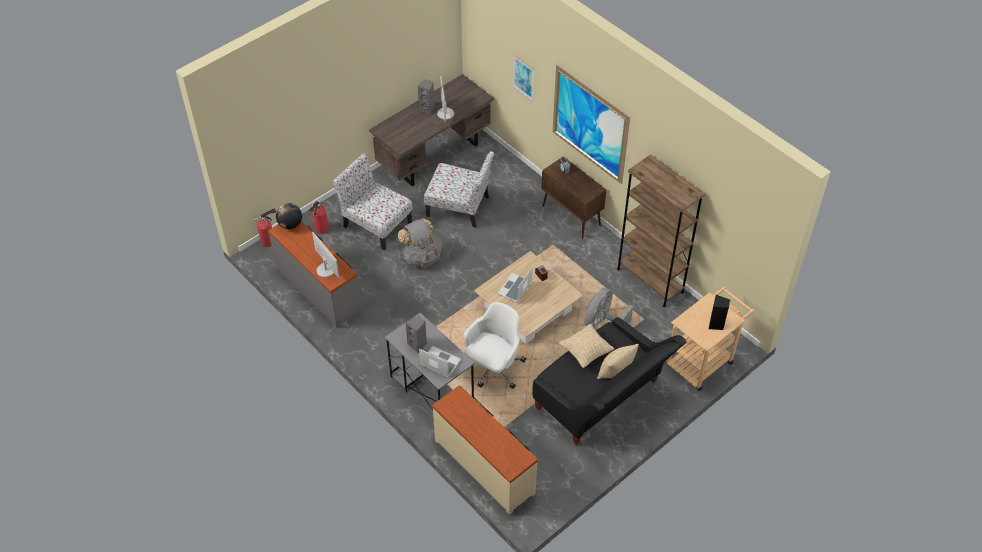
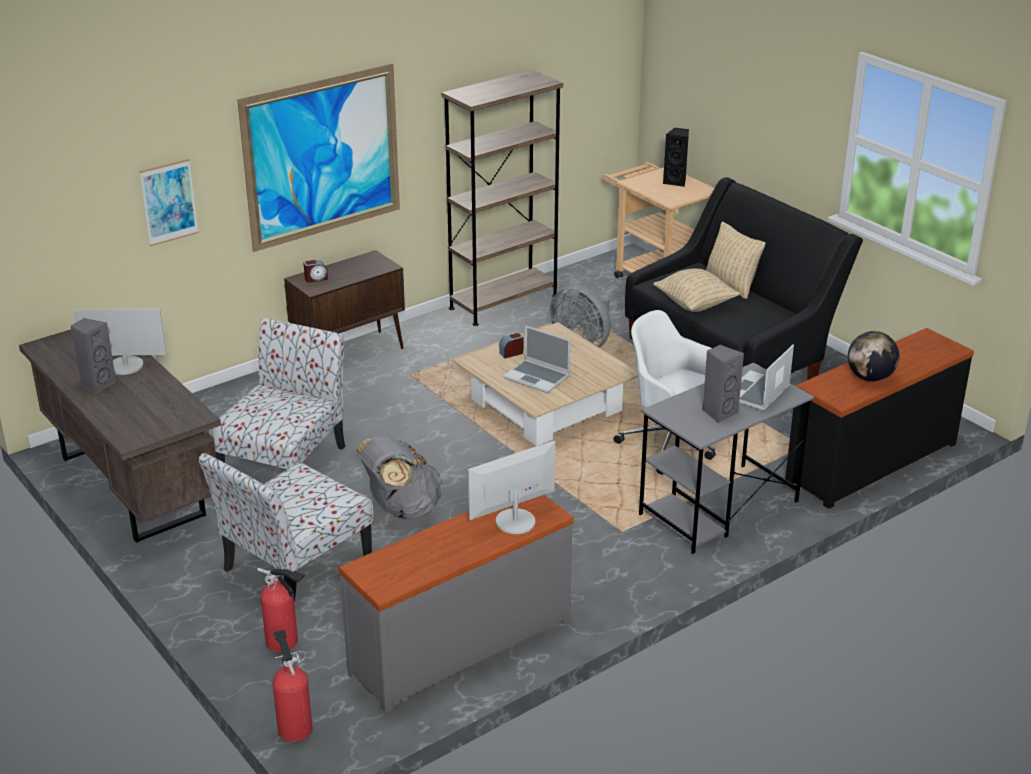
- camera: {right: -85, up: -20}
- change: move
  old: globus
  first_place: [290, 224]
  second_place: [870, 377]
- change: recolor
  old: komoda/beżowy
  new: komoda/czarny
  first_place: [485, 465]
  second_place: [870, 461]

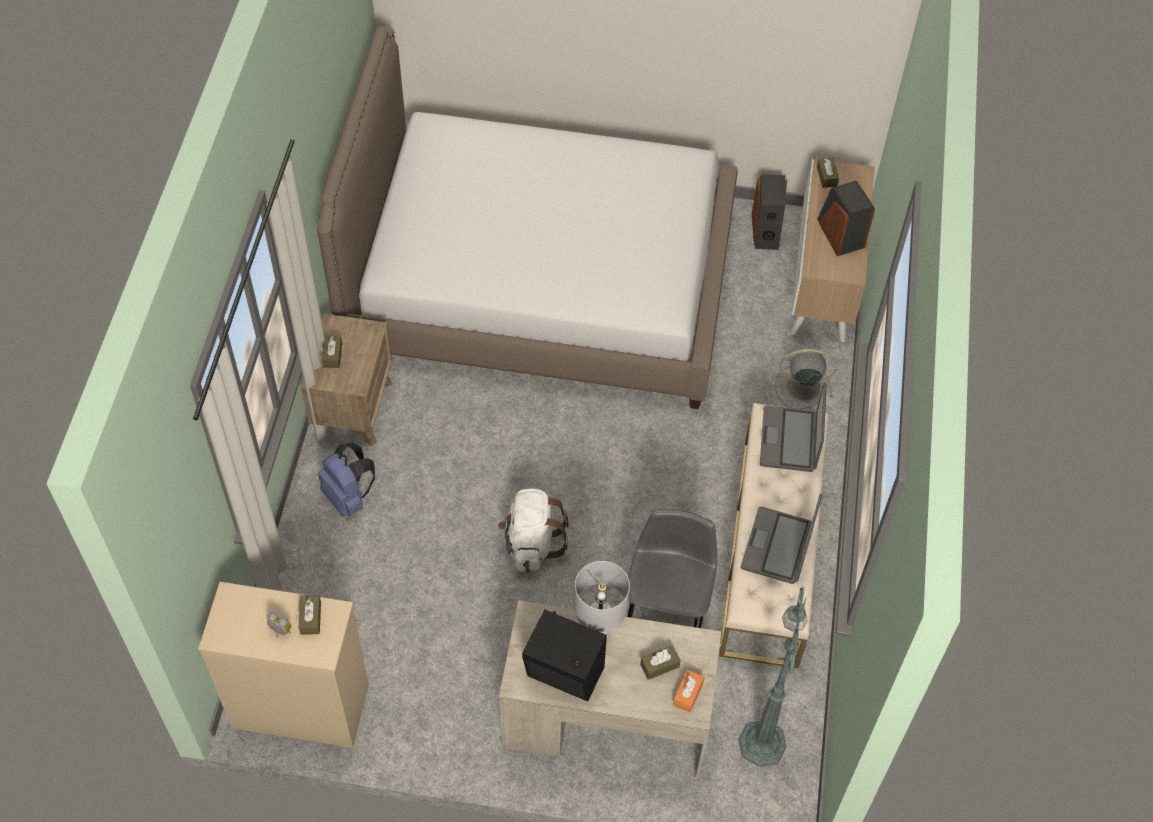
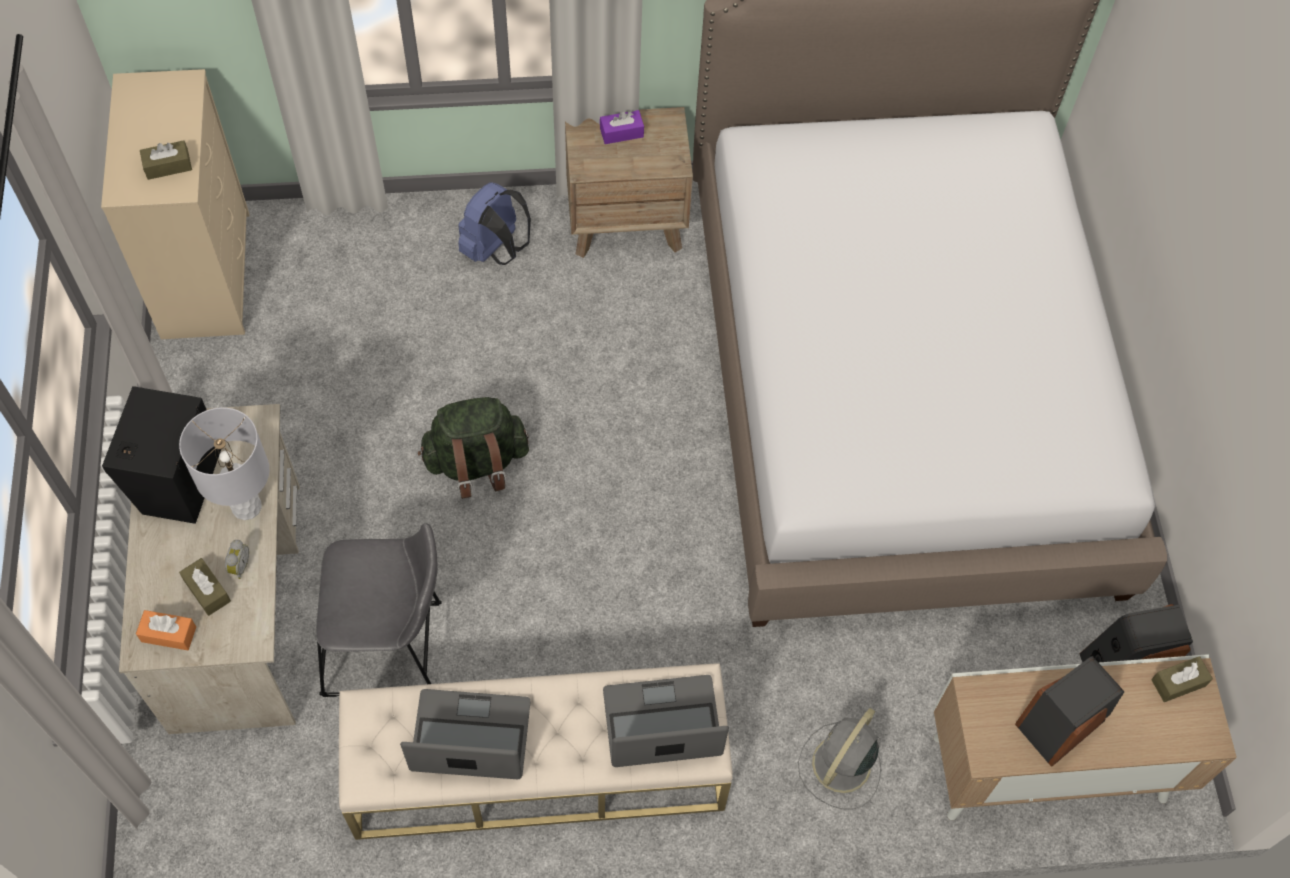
- camera: {right: 75, up: 5}
- change: recolor
  old: pudełko chusteczek/brązowy
  new: pudełko chusteczek/fioletowy
  first_place: [332, 355]
  second_place: [621, 132]
- change: rotate
  old: wentylator/szary
  first_place: [801, 387]
  second_place: [840, 766]
  degrees: -135
- change: recolor
  old: plecak/biały
  new: plecak/zielony
  first_place: [531, 544]
  second_place: [476, 463]
- change: delete
  old: lampa stojąca/zielony
  first_place: [762, 741]
- change: move
  old: budzik
  first_place: [280, 632]
  second_place: [239, 566]

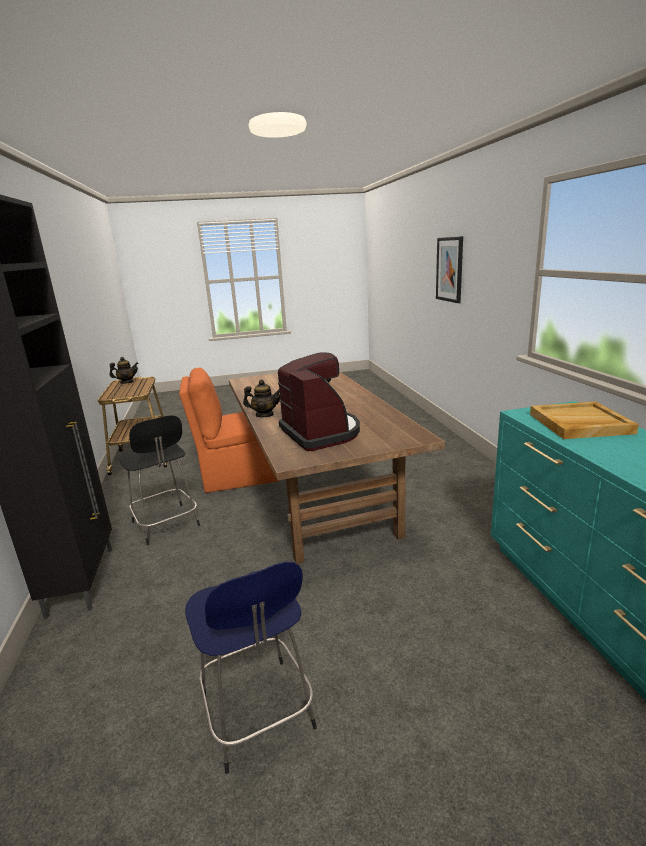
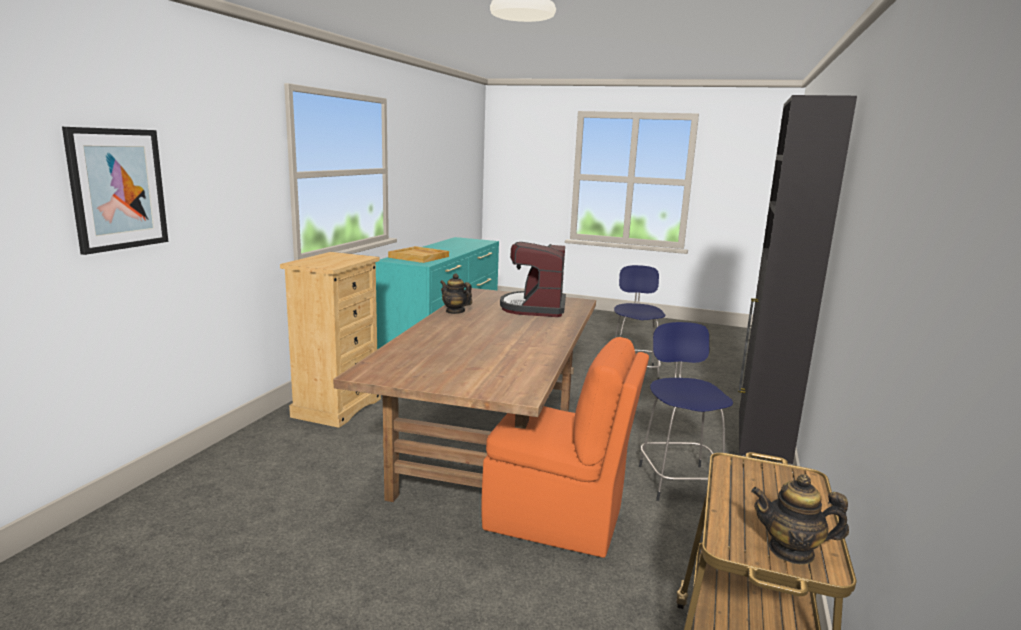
- camera: {right: -150, up: -5}
- change: move
  old: imbryk
  first_place: [264, 415]
  second_place: [455, 311]
- change: recolor
  old: stołek/czarny
  new: stołek/niebieski
  first_place: [166, 525]
  second_place: [678, 480]
- change: insert
  new: komoda/beżowy
  second_place: [337, 407]

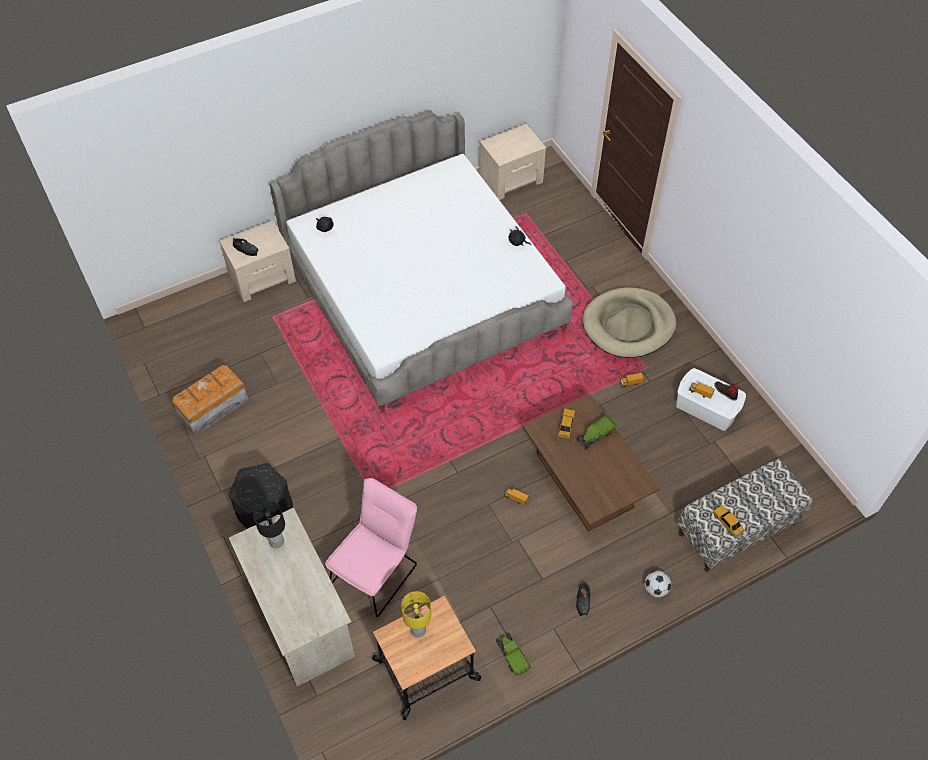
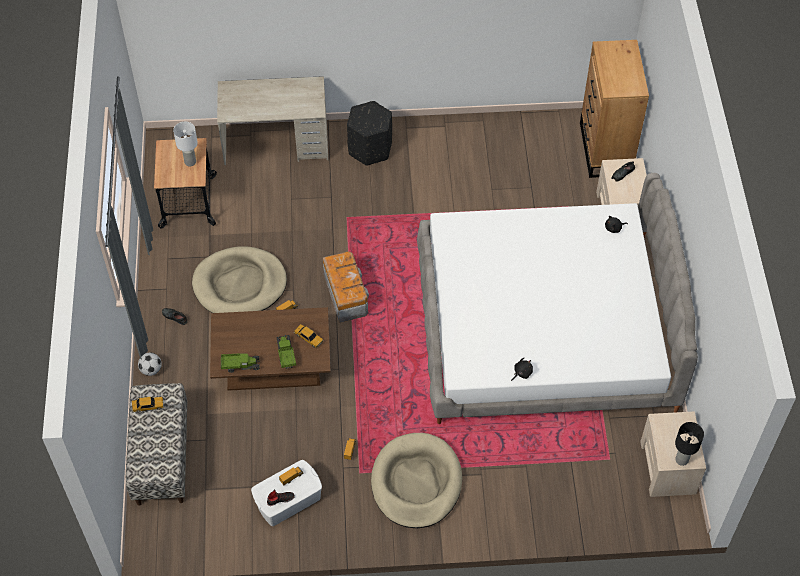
- camera: {right: 115, up: 0}
- change: move
  old: pojemnik do przechowywania
  first_place: [212, 408]
  second_place: [345, 294]
- change: delete
  old: krzesło/różowy
  first_place: [377, 570]
- change: move
  old: lampa stołowa/czarny
  first_place: [277, 542]
  second_place: [681, 460]
- change: recolor
  old: lampa stołowa/żółty
  new: lampa stołowa/biały
  first_place: [418, 630]
  second_place: [190, 162]
- change: move
  old: ciężarówka zabawkowa
  first_place: [512, 656]
  second_place: [240, 365]
- change: insert
  new: komoda/brązowy
  second_place: [605, 149]
- change: insert
  new: legowisko/beżowy
  second_place: [240, 284]

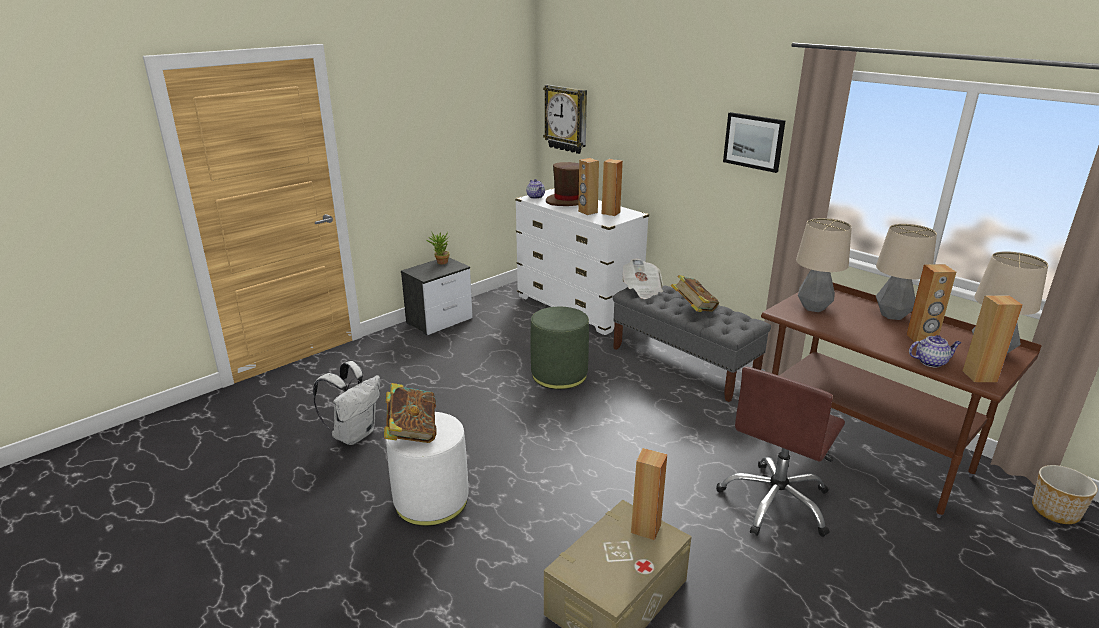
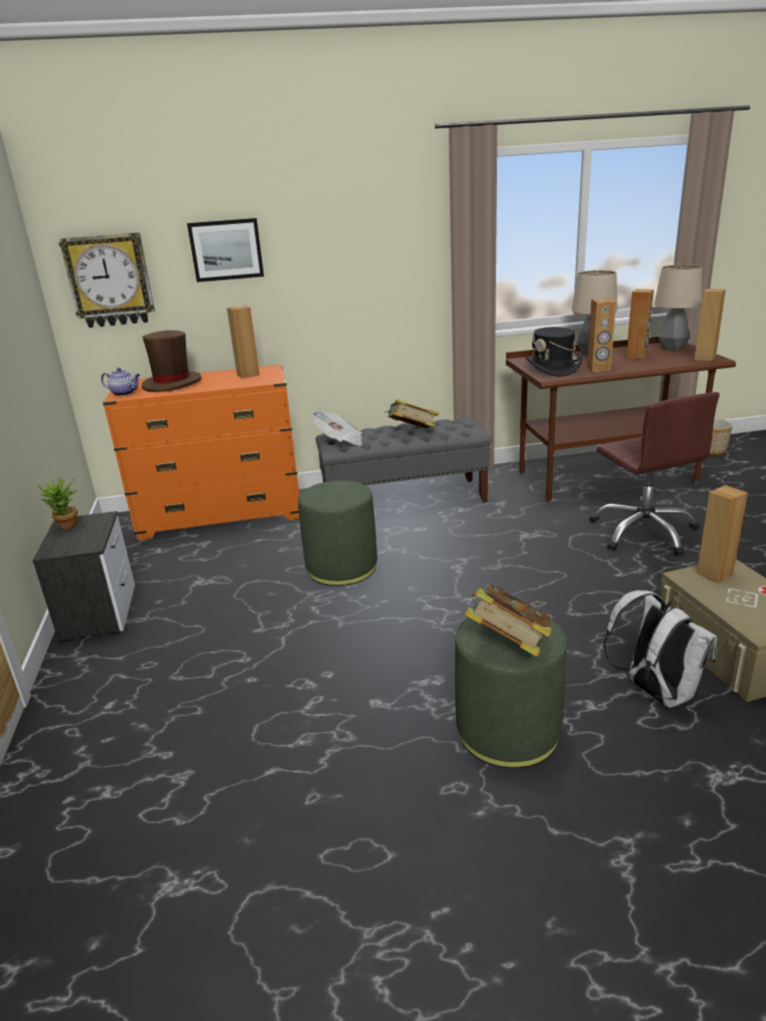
- camera: {right: -55, up: 0}
- change: move
  old: obraz
  first_place: [754, 141]
  second_place: [226, 250]
- change: move
  old: głośnik/brązowy
  first_place: [587, 212]
  second_place: [598, 369]
- change: recolor
  old: komoda/biały
  new: komoda/pomarańczowy
  first_place: [578, 308]
  second_place: [222, 515]
- change: replace
  old: lampa stołowa
  new: kapelusz/czarny
  first_place: [813, 308]
  second_place: [553, 368]
- change: delete
  old: imbryk
  first_place: [931, 362]
- change: move
  old: plecak/biały
  first_place: [354, 434]
  second_place: [655, 692]
- change: recolor
  old: pufa/biały
  new: pufa/zielony
  first_place: [431, 500]
  second_place: [507, 730]

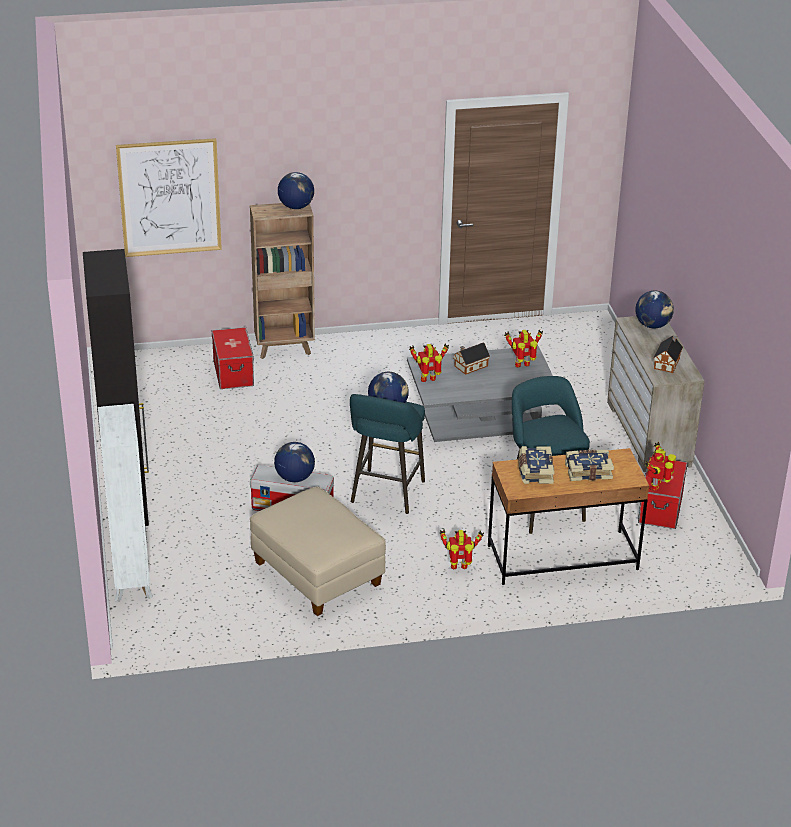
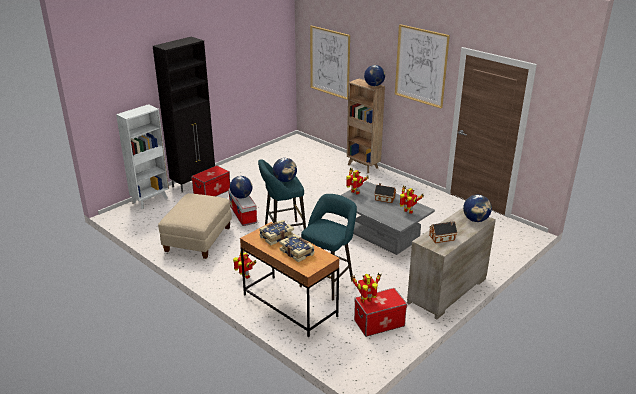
- camera: {right: 55, up: -5}
- change: move
  old: pojemnik do przechowywania
  first_place: [233, 373]
  second_place: [212, 192]
- change: insert
  new: obraz
  second_place: [421, 66]

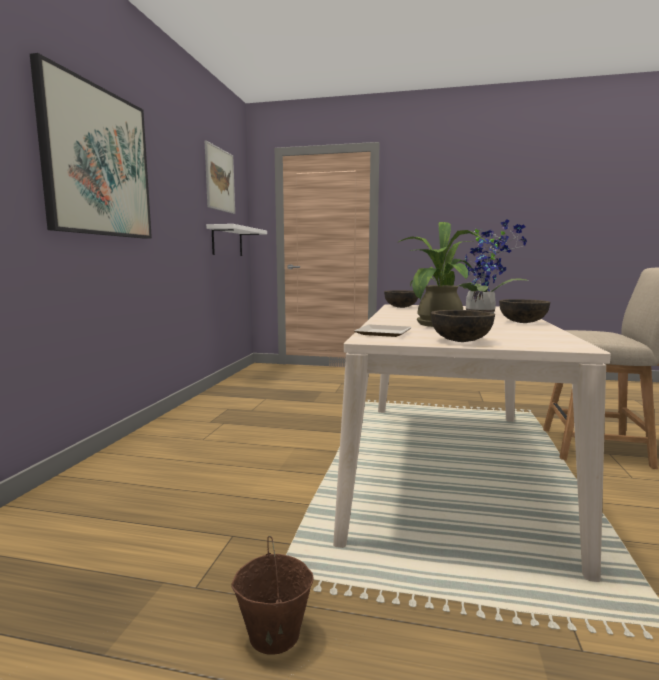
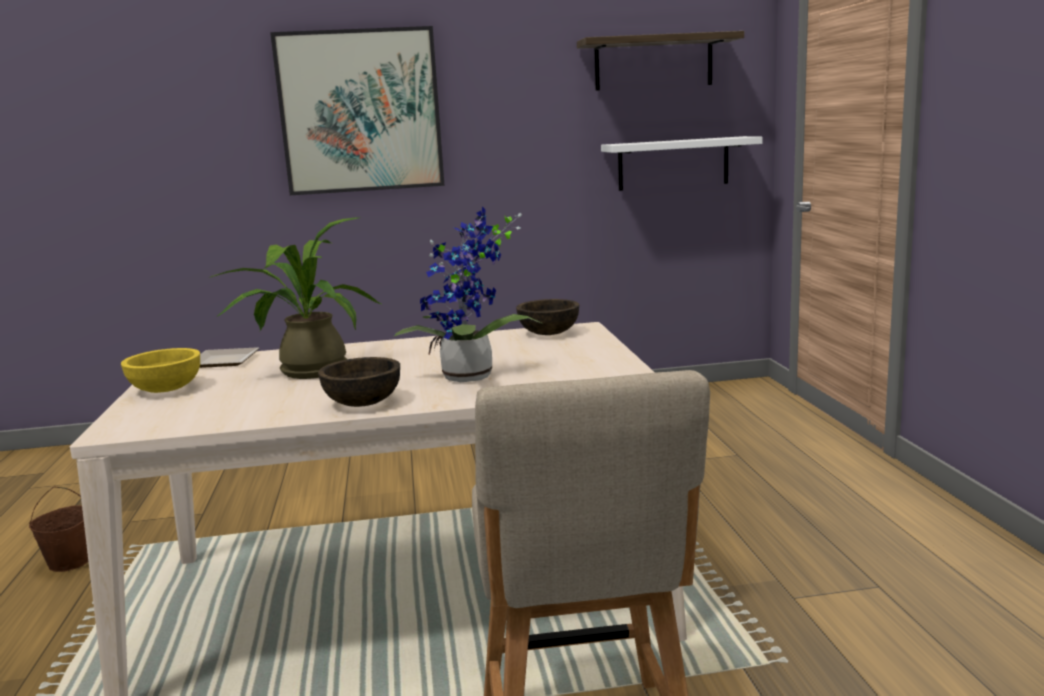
- camera: {right: 70, up: 5}
- change: replace
  old: obraz
  new: półka
  first_place: [220, 179]
  second_place: [653, 63]
- change: recolor
  old: miska/brązowy
  new: miska/żółty
  first_place: [460, 341]
  second_place: [166, 389]

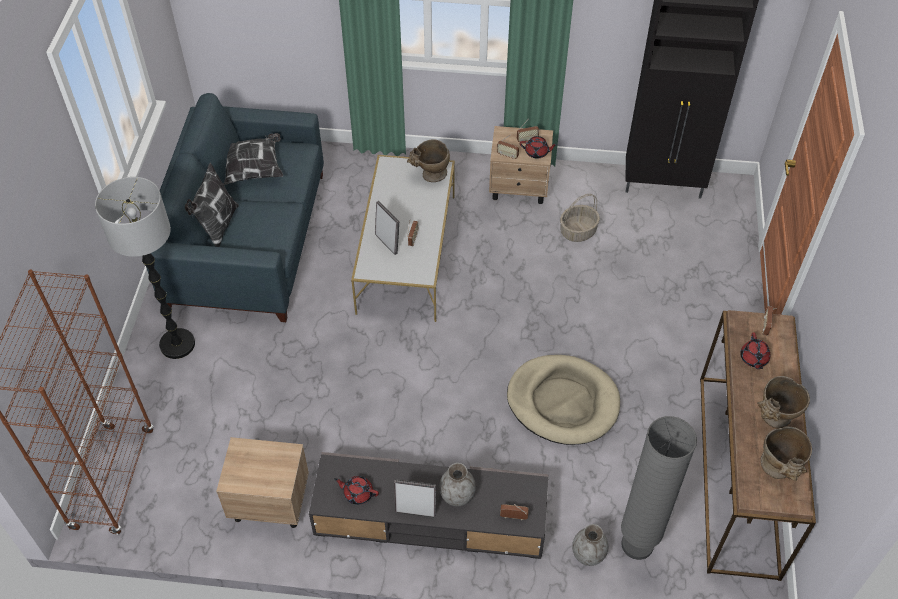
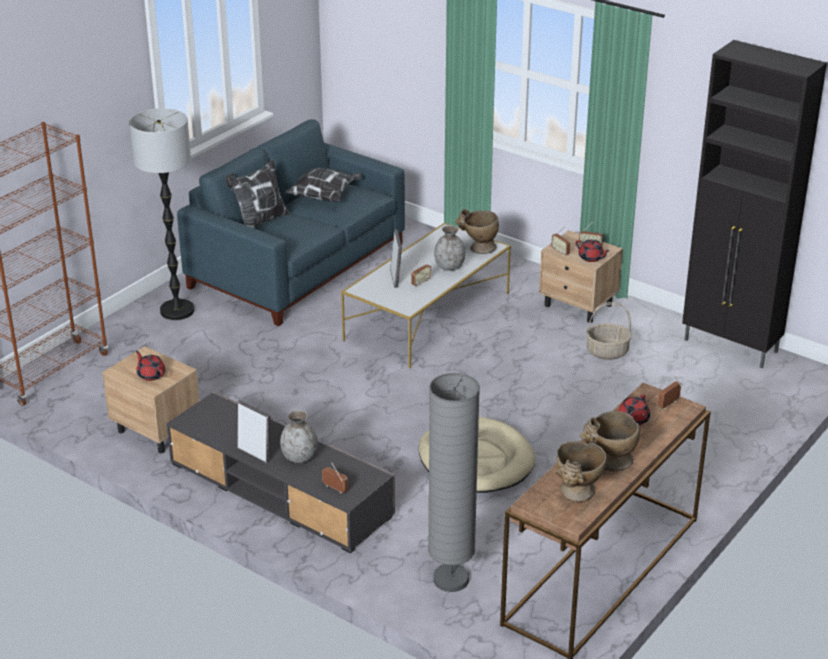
- camera: {right: 30, up: -20}
- change: move
  old: imbryk/czerwony
  first_place: [358, 493]
  second_place: [151, 374]
- change: move
  old: wazon/szary
  first_place: [588, 554]
  second_place: [449, 267]

